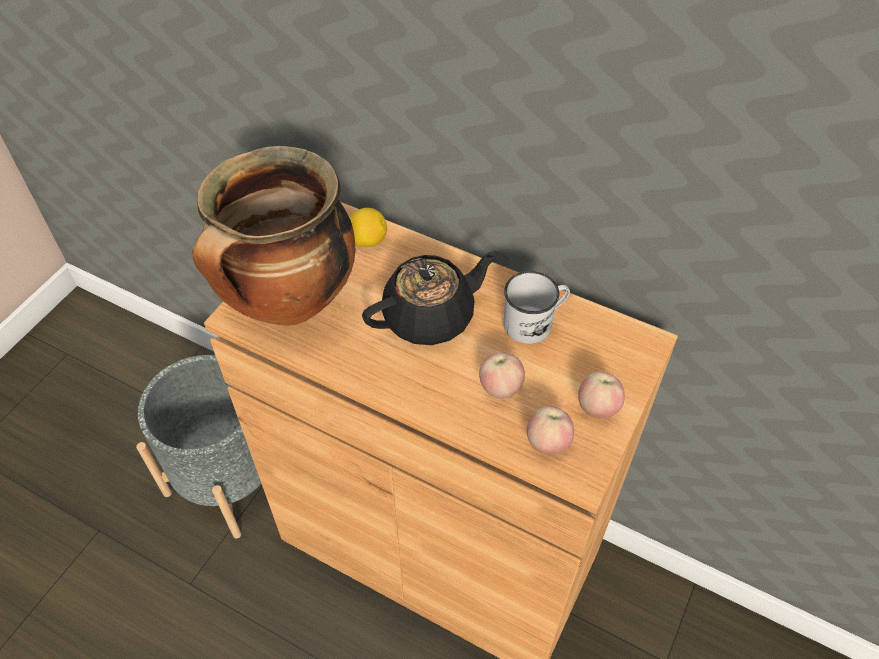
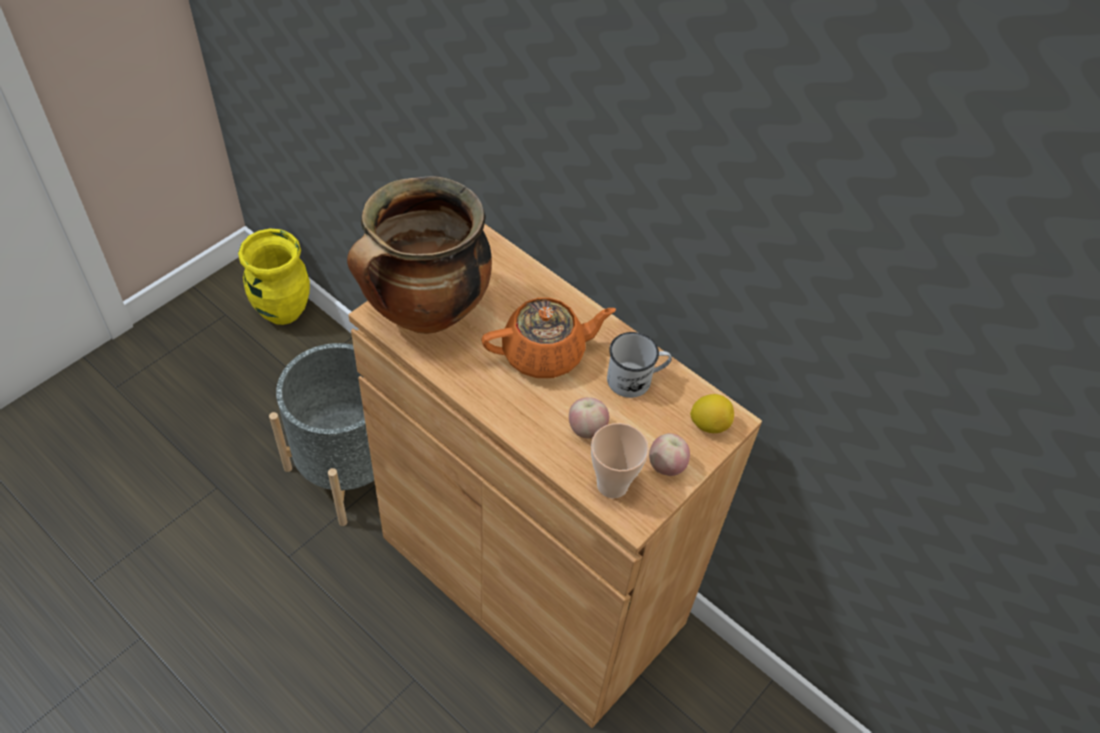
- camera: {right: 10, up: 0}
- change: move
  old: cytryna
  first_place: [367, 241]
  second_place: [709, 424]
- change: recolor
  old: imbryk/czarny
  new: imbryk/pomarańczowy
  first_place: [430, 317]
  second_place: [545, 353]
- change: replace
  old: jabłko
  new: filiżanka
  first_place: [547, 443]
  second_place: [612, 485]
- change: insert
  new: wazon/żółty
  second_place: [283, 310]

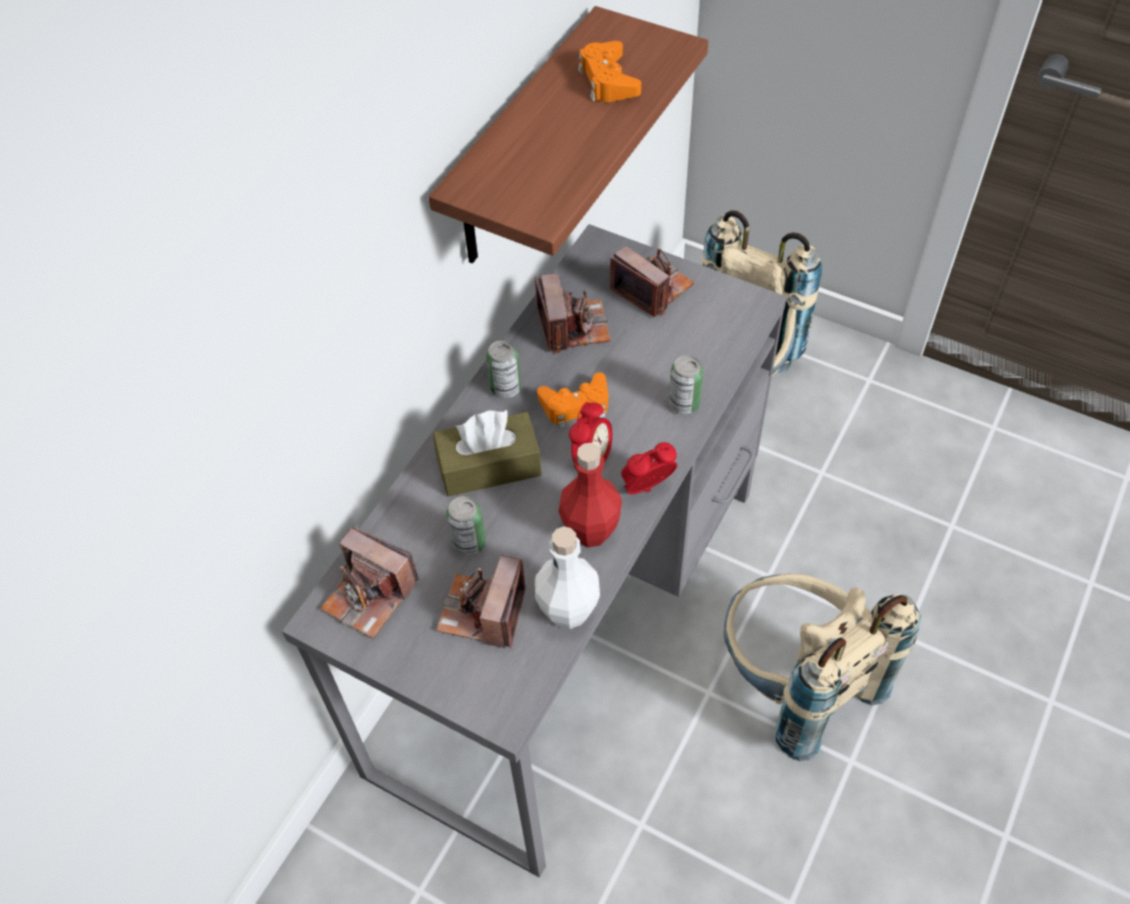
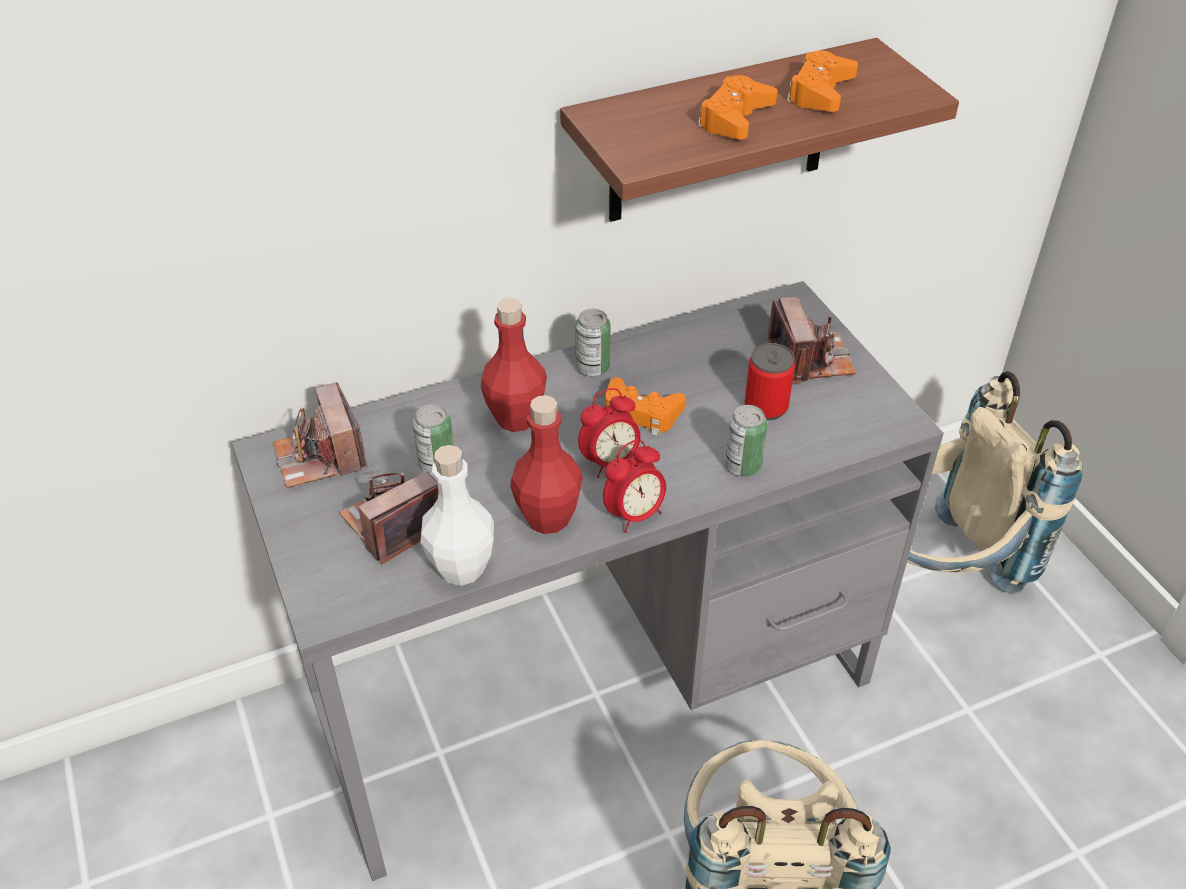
- camera: {right: 35, up: -10}
- change: delete
  old: aparat fotograficzny
  first_place: [573, 326]
- change: replace
  old: pudełko chusteczek/brązowy
  new: butelka/czerwony
  first_place: [489, 466]
  second_place: [516, 418]
- change: rotate
  old: budzik
  first_place: [647, 489]
  second_place: [634, 515]
  degrees: 135
- change: insert
  new: pad do gier/pomarańczowy
  second_place: [735, 118]
- change: insert
  new: puszka
  second_place: [766, 407]

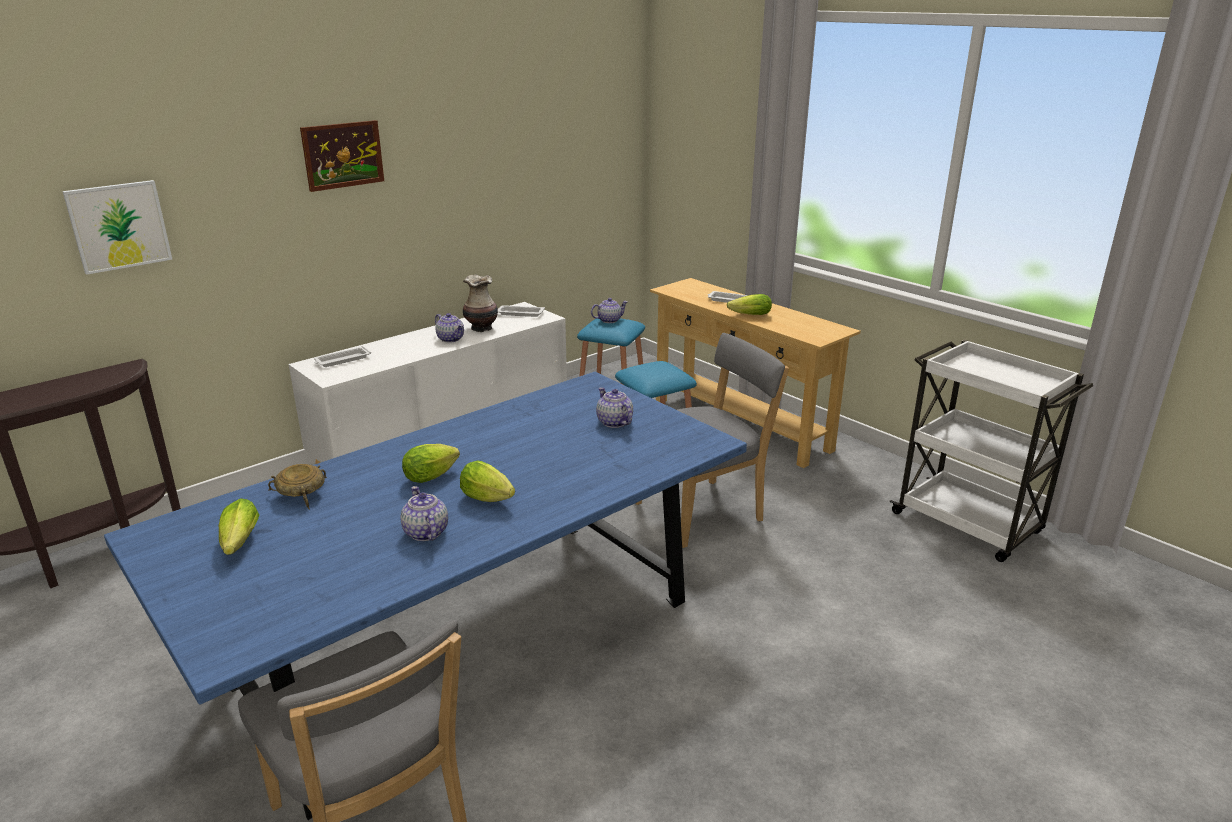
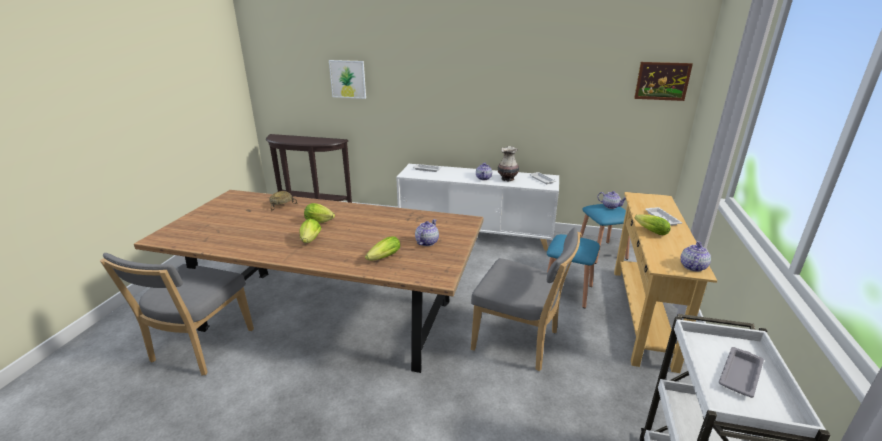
- camera: {right: 55, up: 0}
- change: move
  old: obraz
  first_place: [343, 155]
  second_place: [662, 81]
- change: recolor
  old: stół jadalny/niebieski
  new: stół jadalny/brązowy
  first_place: [469, 640]
  second_place: [329, 315]
- change: move
  old: imbryk
  first_place: [425, 532]
  second_place: [692, 266]
- change: move
  old: sałata
  first_place: [239, 545]
  second_place: [382, 258]
- change: insert
  new: taca/szary
  second_place: [740, 374]

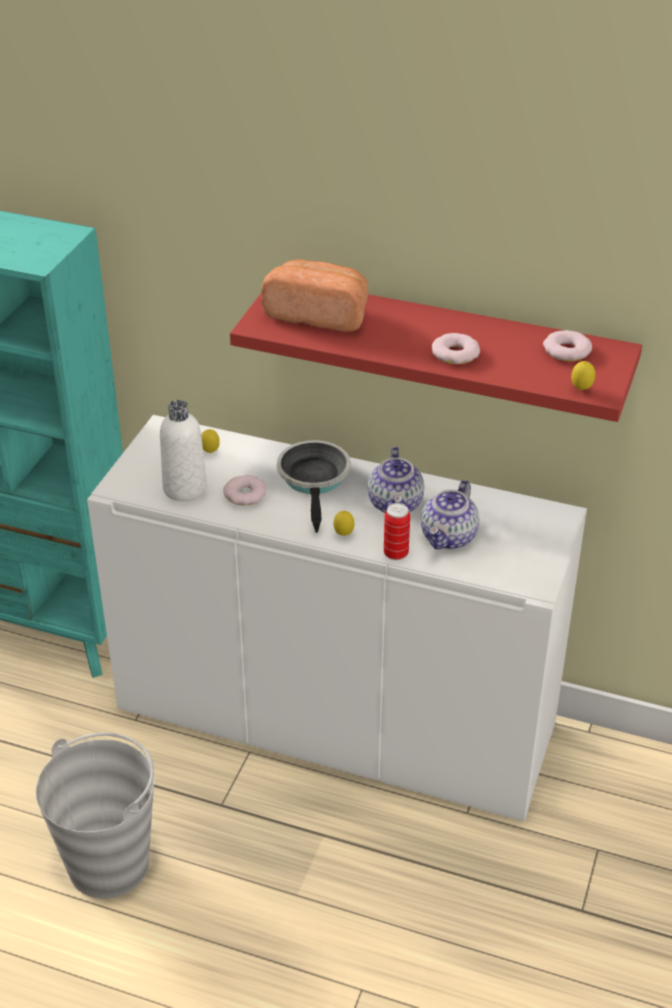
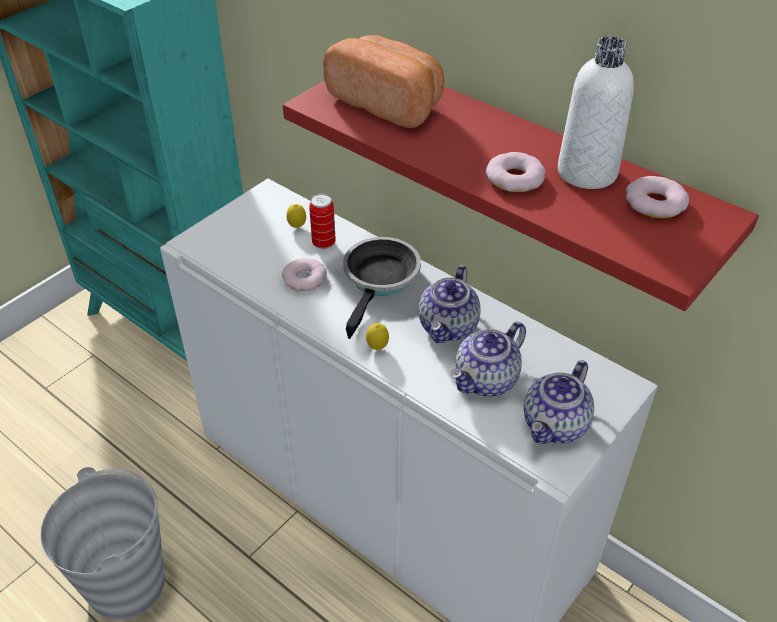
- camera: {right: 20, up: 5}
- change: delete
  old: cytryna
  first_place: [581, 389]
- change: move
  old: butelka/biały
  first_place: [185, 488]
  second_place: [587, 172]
- change: move
  old: puszka
  first_place: [396, 554]
  second_place: [323, 243]
- change: insert
  new: imbryk
  second_place: [555, 425]

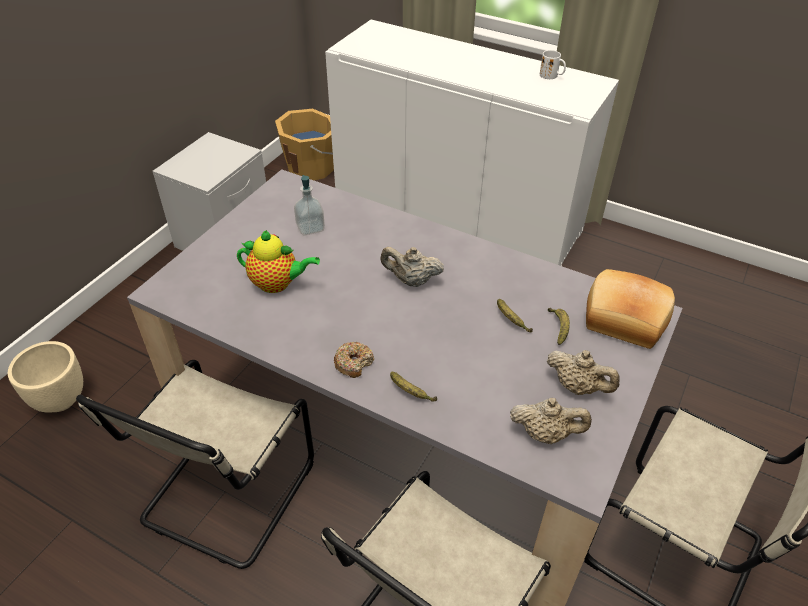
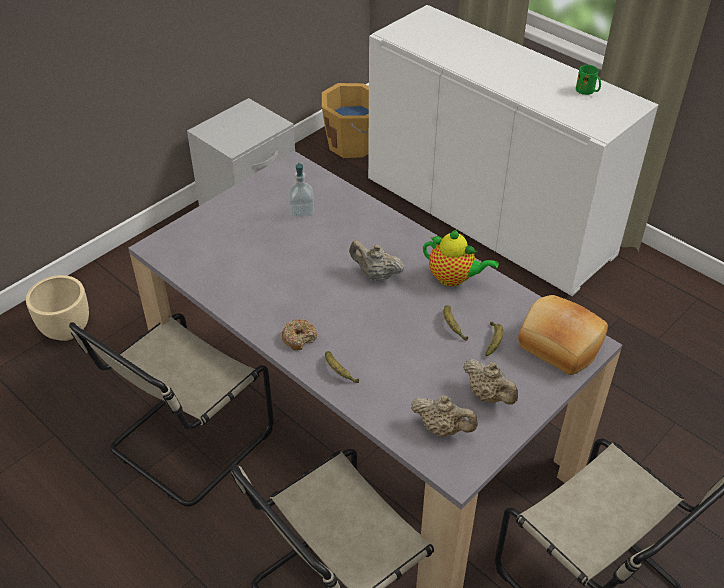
- camera: {right: 15, up: 0}
- change: recolor
  old: kubek/biały
  new: kubek/zielony
  first_place: [552, 76]
  second_place: [588, 91]
- change: move
  old: imbryk
  first_place: [277, 284]
  second_place: [454, 278]

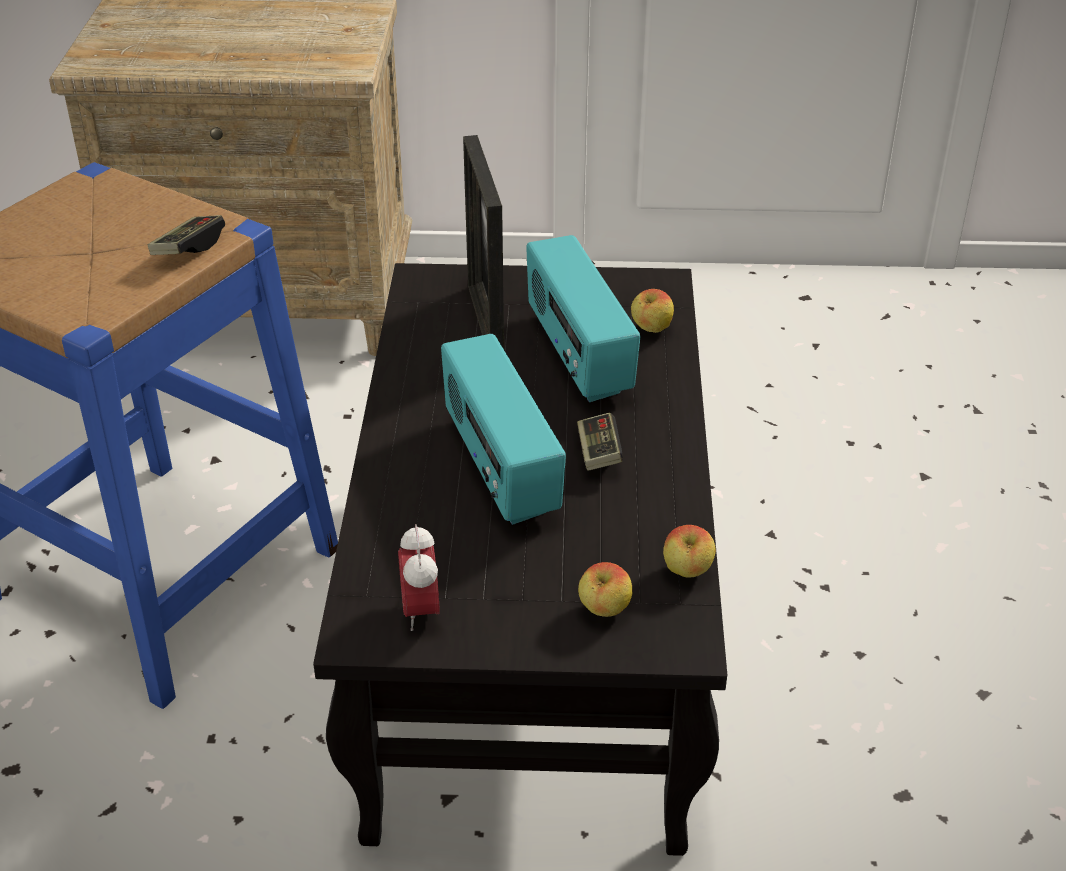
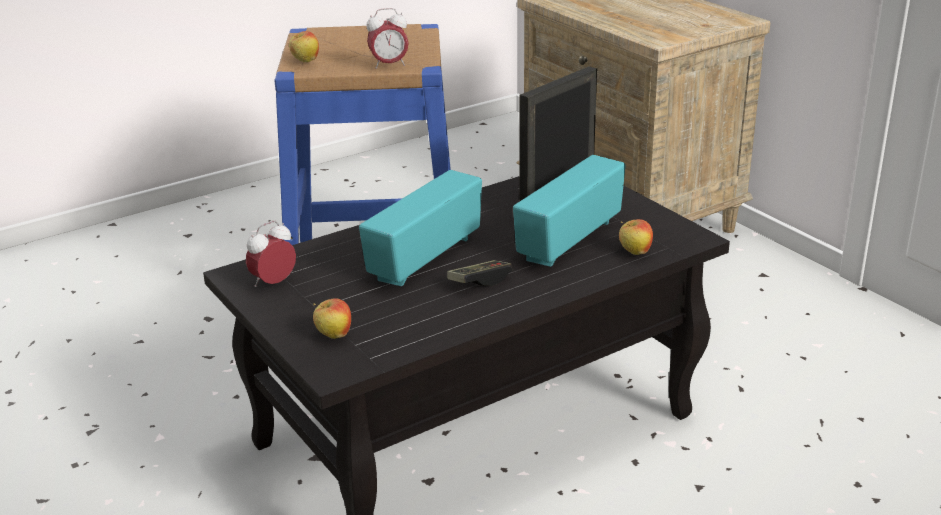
- camera: {right: 55, up: -10}
- change: replace
  old: pad do gier
  new: budzik
  first_place: [189, 248]
  second_place: [389, 65]
- change: move
  old: jabłko
  first_place: [687, 573]
  second_place: [305, 61]

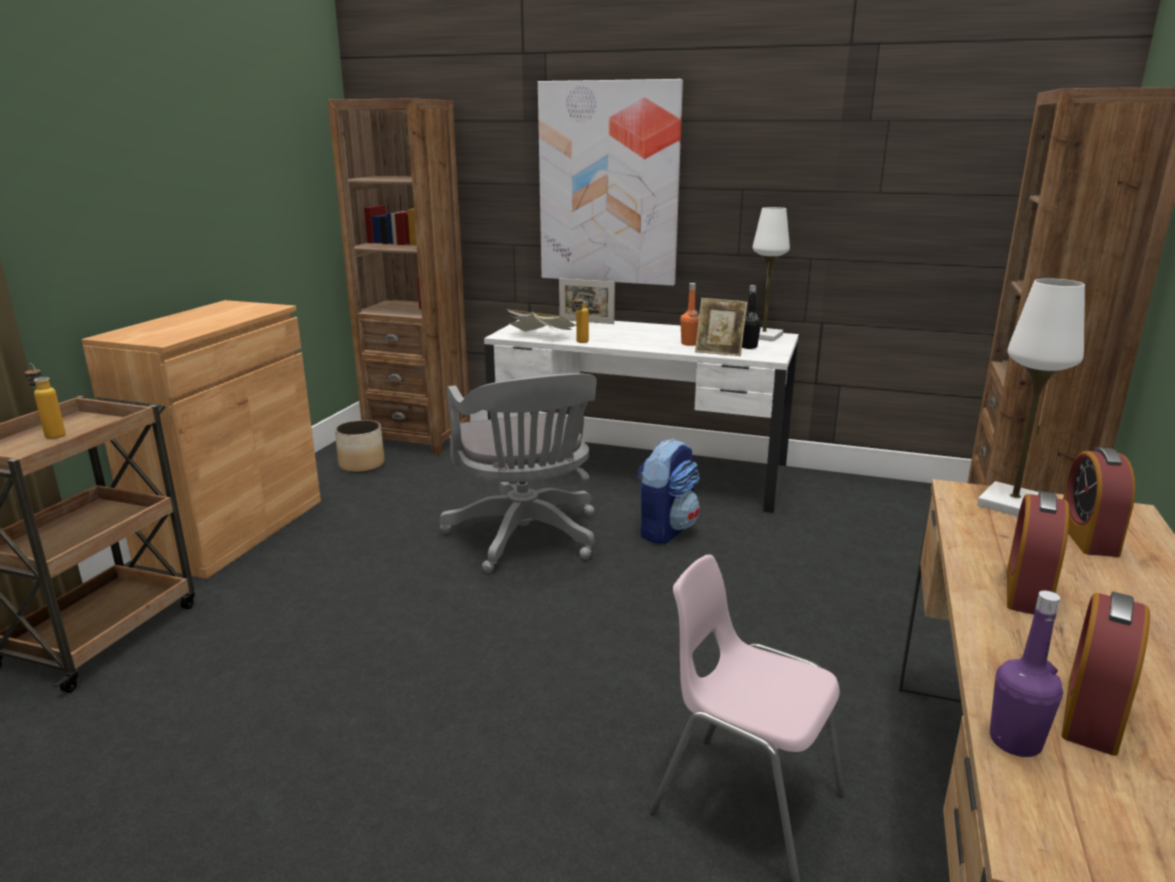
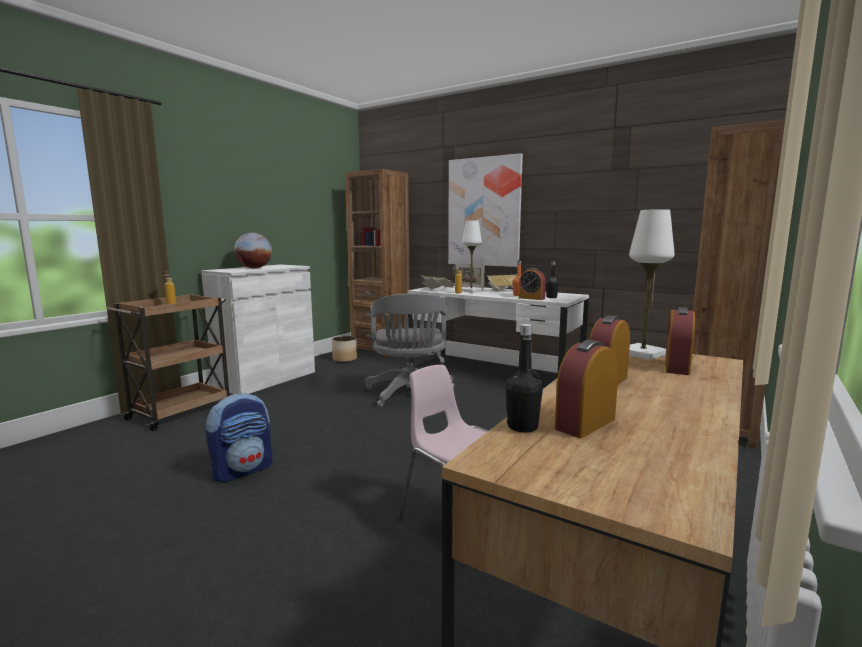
- camera: {right: 15, up: -10}
- change: move
  old: lampa stołowa/biały
  first_place: [764, 336]
  second_place: [471, 291]
- change: replace
  old: ramka na zdjęcie
  new: budzik
  first_place: [719, 352]
  second_place: [531, 298]
- change: recolor
  old: szafka/brązowy
  new: szafka/biały
  first_place: [233, 530]
  second_place: [266, 379]
- change: move
  old: plecak
  first_place: [665, 529]
  second_place: [243, 470]
- change: recolor
  old: butelka/fioletowy
  new: butelka/czarny
  first_place: [1015, 741]
  second_place: [522, 427]
- change: insert
  new: globus
  second_place: [254, 268]
- change: insert
  new: książka
  second_place: [505, 290]

